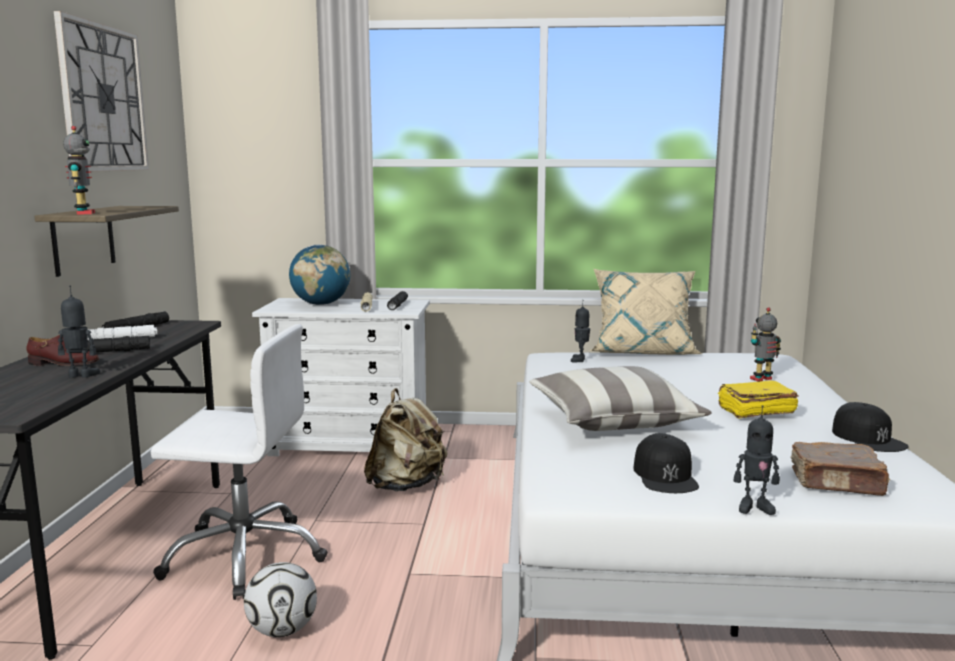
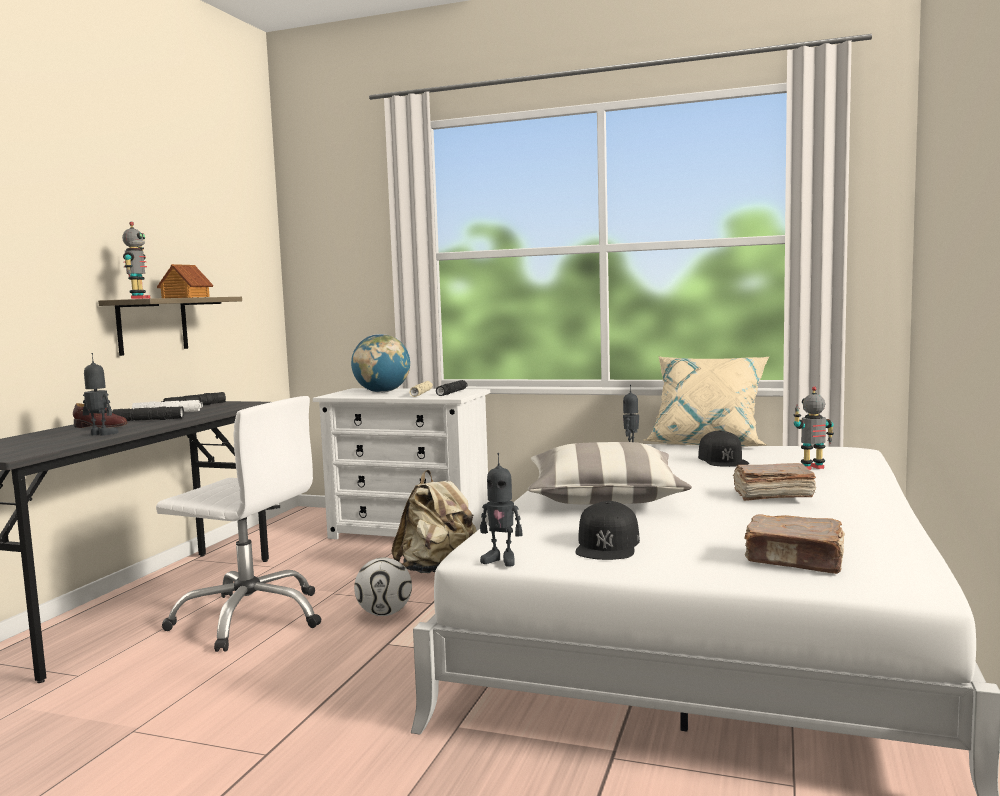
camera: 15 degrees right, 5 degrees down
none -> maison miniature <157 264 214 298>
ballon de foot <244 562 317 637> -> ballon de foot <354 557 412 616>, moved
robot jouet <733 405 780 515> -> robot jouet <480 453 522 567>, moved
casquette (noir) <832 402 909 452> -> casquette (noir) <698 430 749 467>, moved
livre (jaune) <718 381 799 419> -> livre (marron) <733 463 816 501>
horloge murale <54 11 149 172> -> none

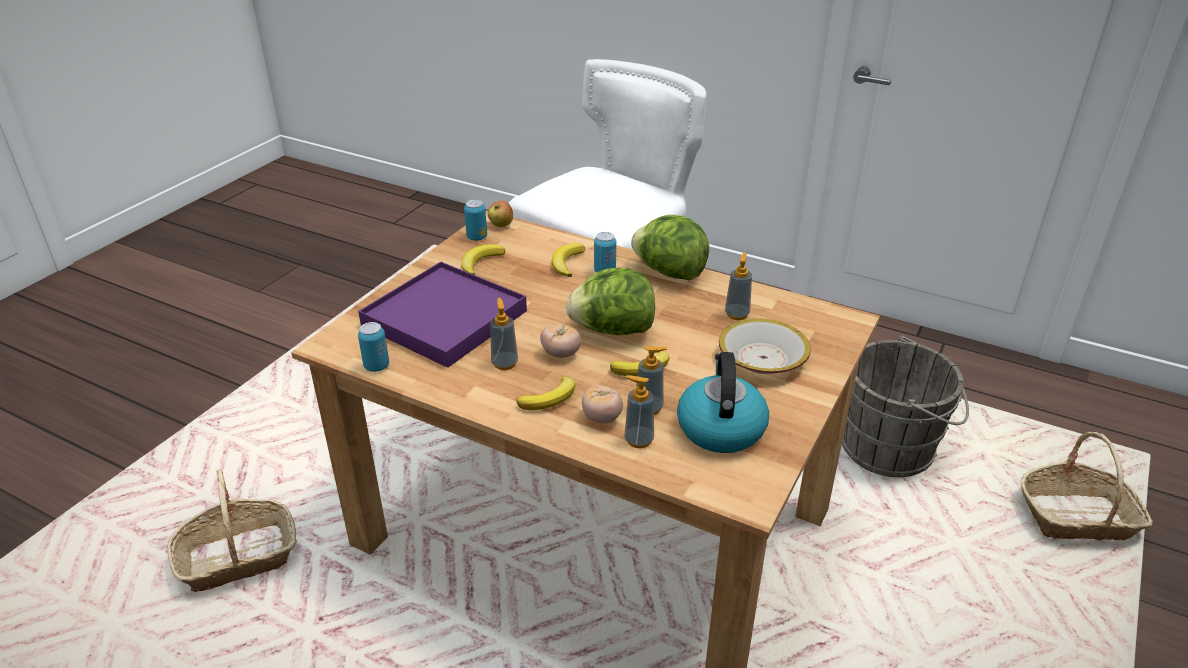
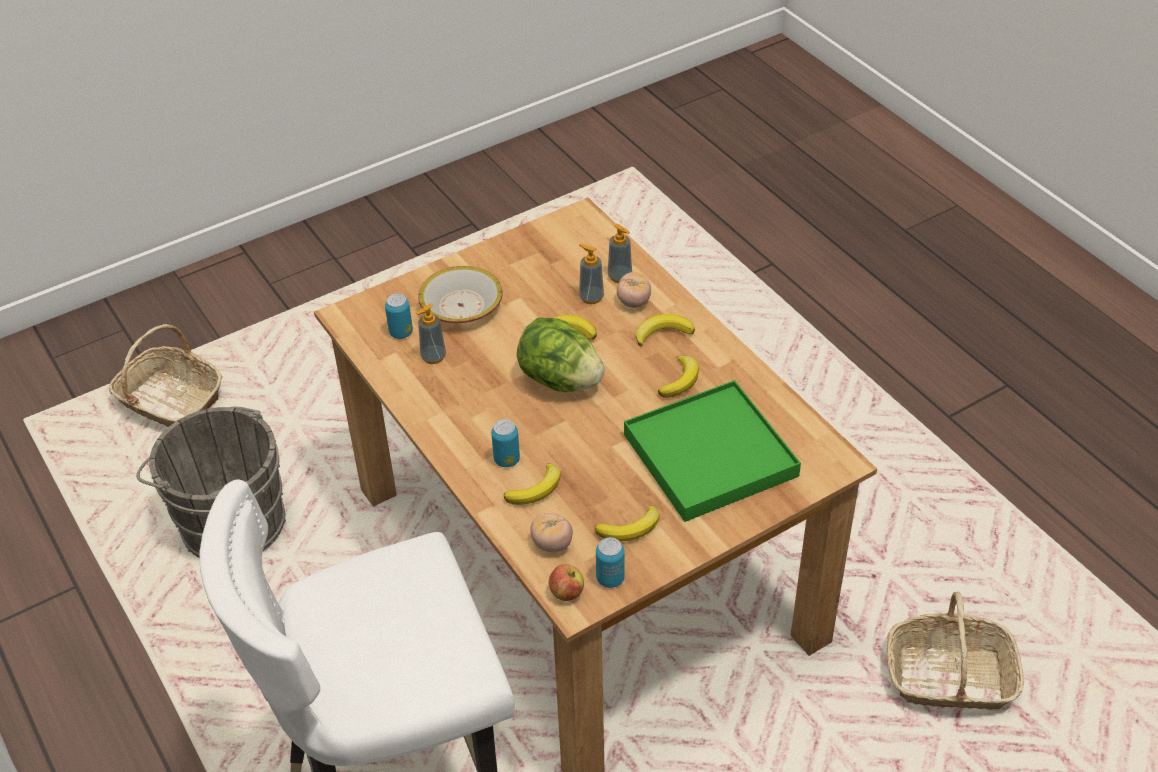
camera: 150 degrees left, 10 degrees up
boîte métallique <358 322 389 372> -> boîte métallique <385 294 413 339>, moved
tomate <540 324 581 358> -> tomate <530 513 573 552>, moved
plateau (violet) <358 262 527 368> -> plateau (vert) <624 380 801 522>
distributeur de savon <490 298 518 370> -> banane <658 355 699 398>
laitue <631 215 709 280> -> none
bouilloire <677 352 769 453> -> none

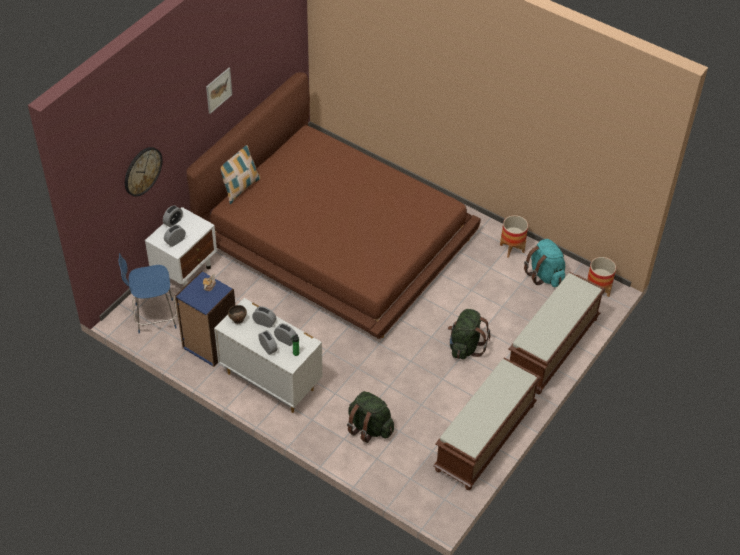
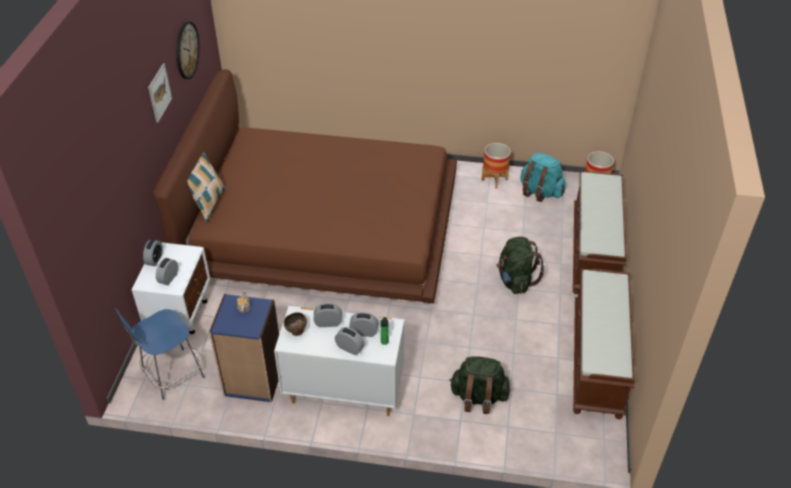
camera: 25 degrees left, 5 degrees down
horloge murale <125 147 163 196> -> horloge murale <176 22 200 79>, moved

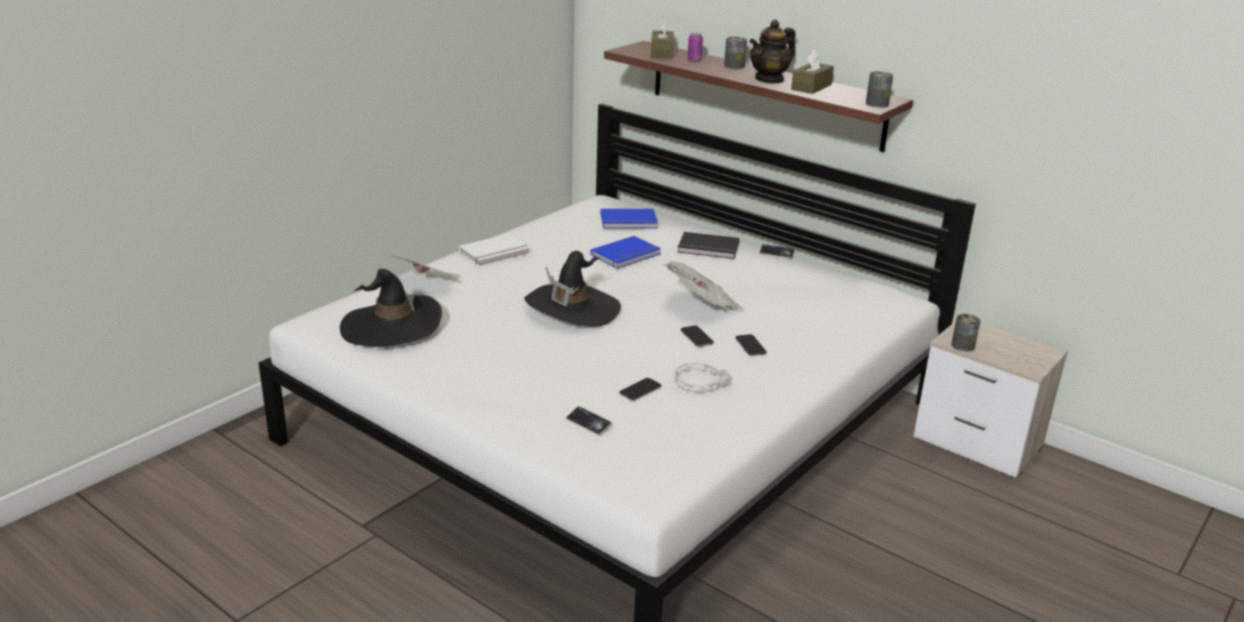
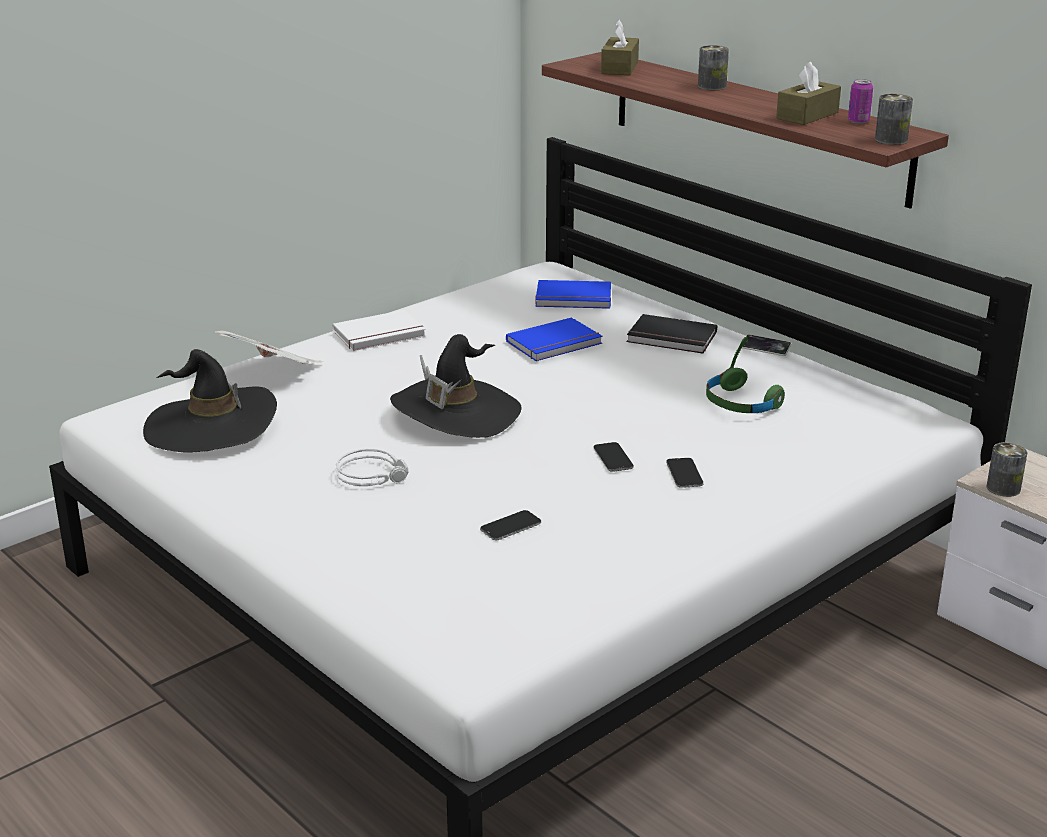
camera: 10 degrees right, 0 degrees up
casque audio (gris) <674 362 731 392> -> casque audio (gris) <336 449 408 486>, moved
none -> casque audio (vert) <706 337 785 413>
boîte métallique <687 33 703 62> -> boîte métallique <848 79 873 124>, moved
téléphone <566 406 612 436> -> none
journal <663 261 744 310> -> none
théière <749 19 796 84> -> none

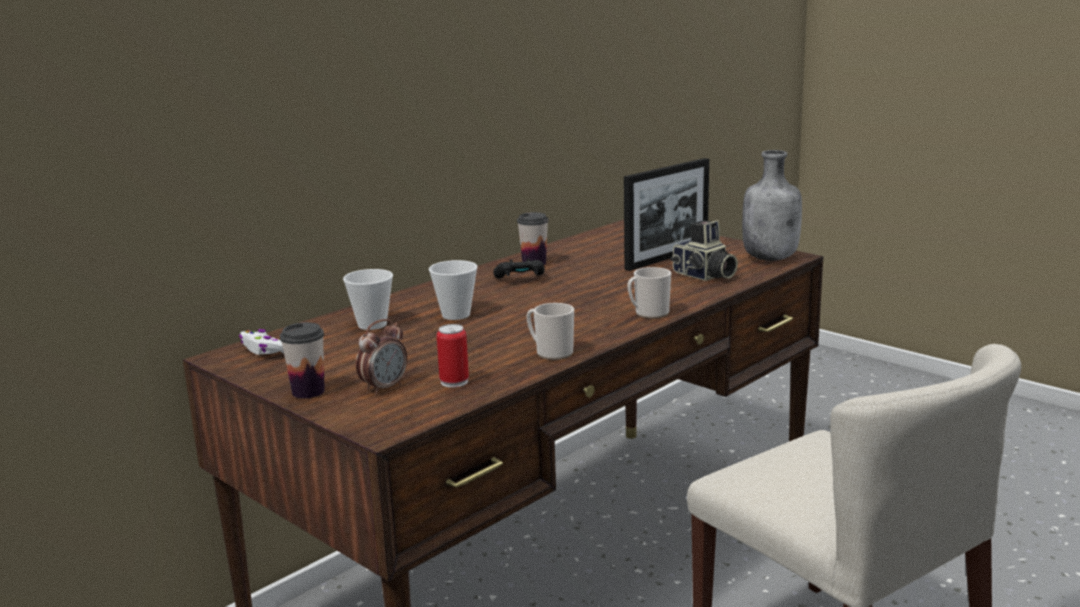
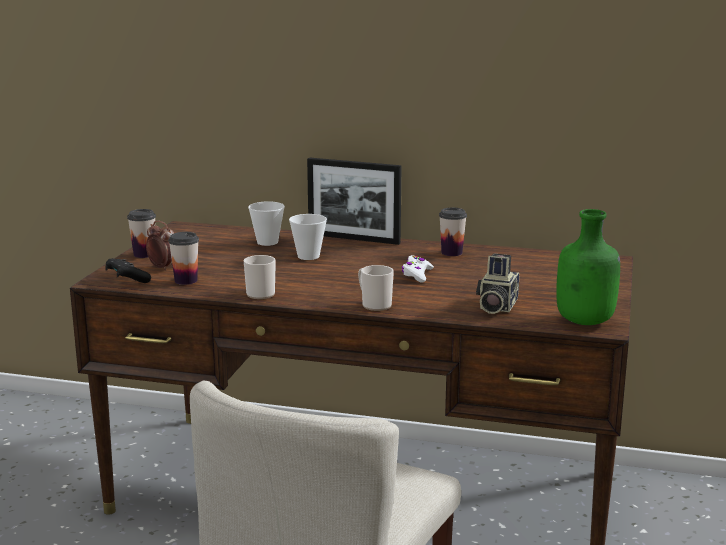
camera: 60 degrees right, 0 degrees up
manette (noir) <493 258 545 279> -> manette (noir) <105 258 151 283>, moved
réveil <356 319 407 395> -> réveil <146 221 174 271>, 150 degrees counterclockwise
boîte métallique <437 324 469 388> -> tasse <168 232 199 285>
cadre photo <624 158 709 271> -> cadre photo <307 158 402 245>, moved
manette (blanc) <239 329 284 355> -> manette (blanc) <401 255 434 283>, moved
bouteille (gris) <742 150 802 261> -> bouteille (vert) <556 209 620 325>

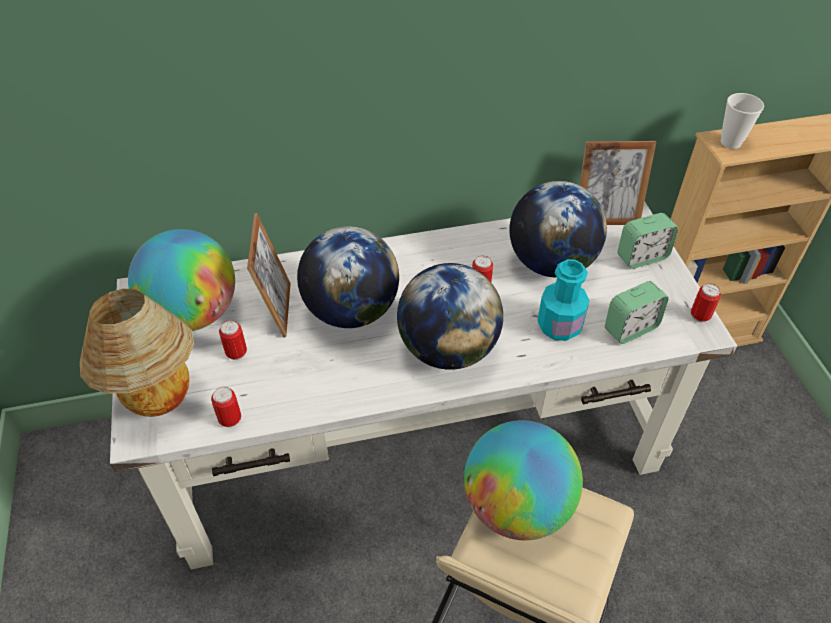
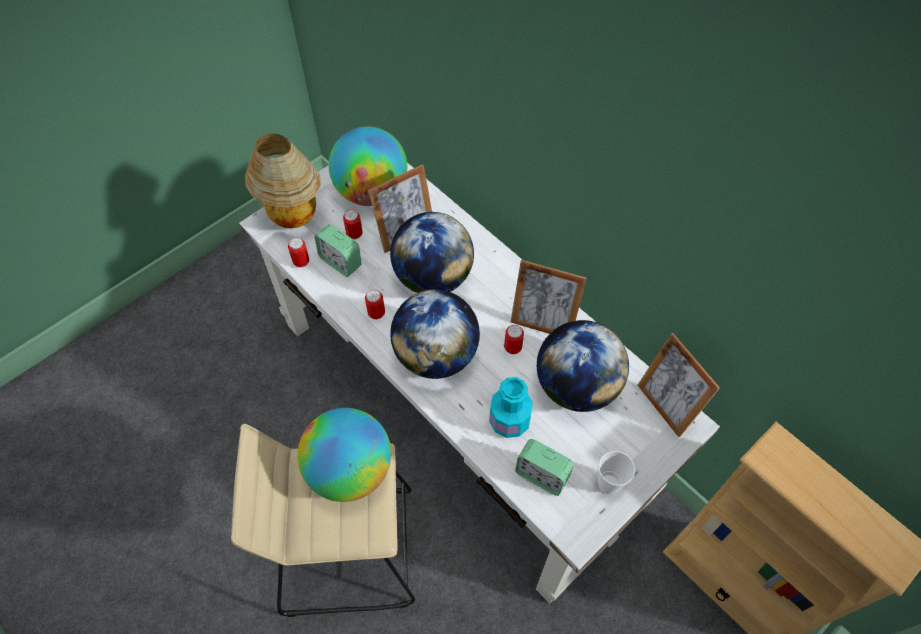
camera: 60 degrees right, 10 degrees up
réveil <617 213 678 269> -> réveil <314 224 361 277>, moved
boîte métallique <691 284 721 322> -> boîte métallique <365 290 385 319>, moved
none -> cadre photo <510 259 587 334>
tasse <721 93 764 149> -> tasse <598 451 635 494>, moved

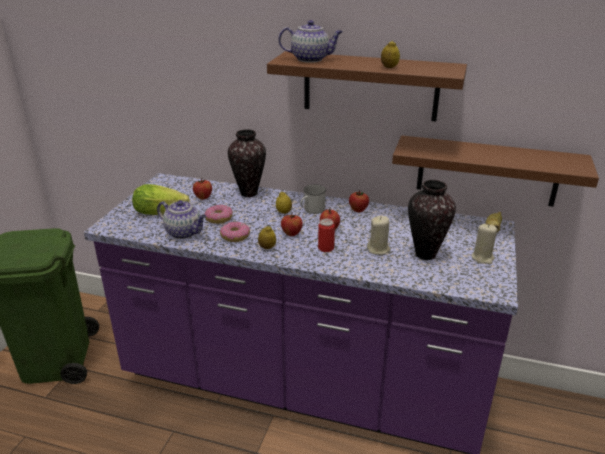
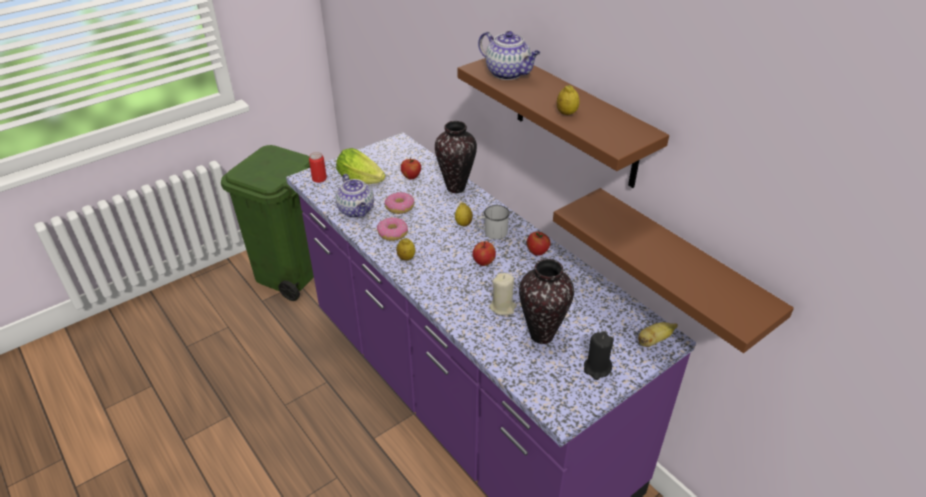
camera: 35 degrees right, 10 degrees up
boîte métallique <318 218 335 252> -> boîte métallique <309 152 327 183>, moved
bougie (beige) <471 224 497 264> -> bougie (noir) <584 332 614 380>
pomme <281 212 303 236> -> none

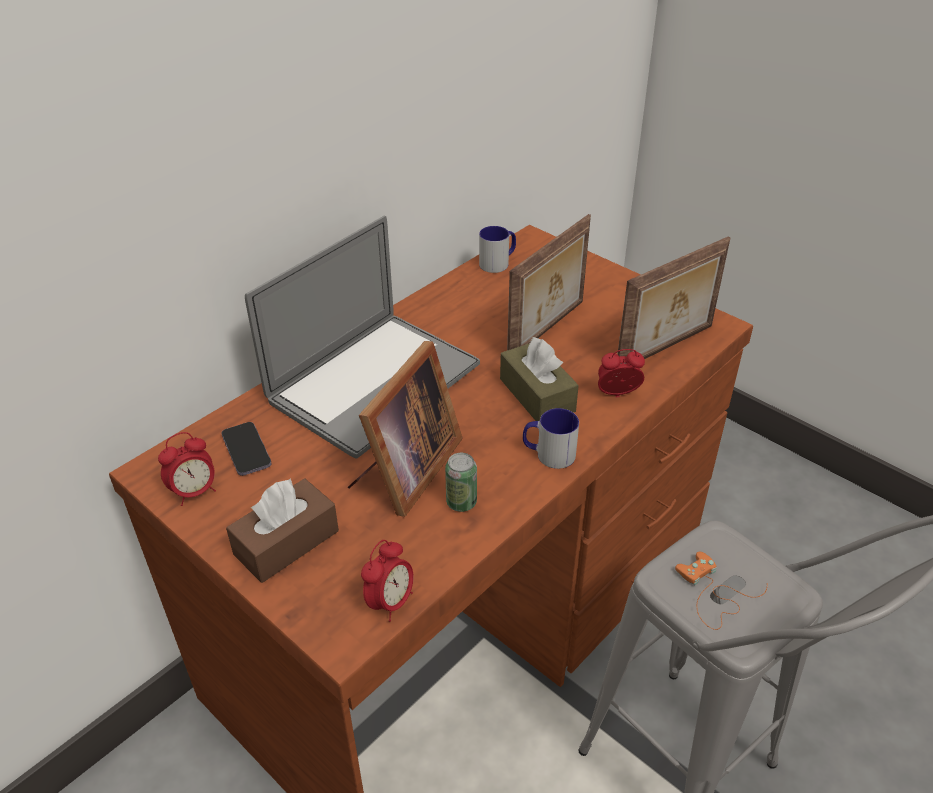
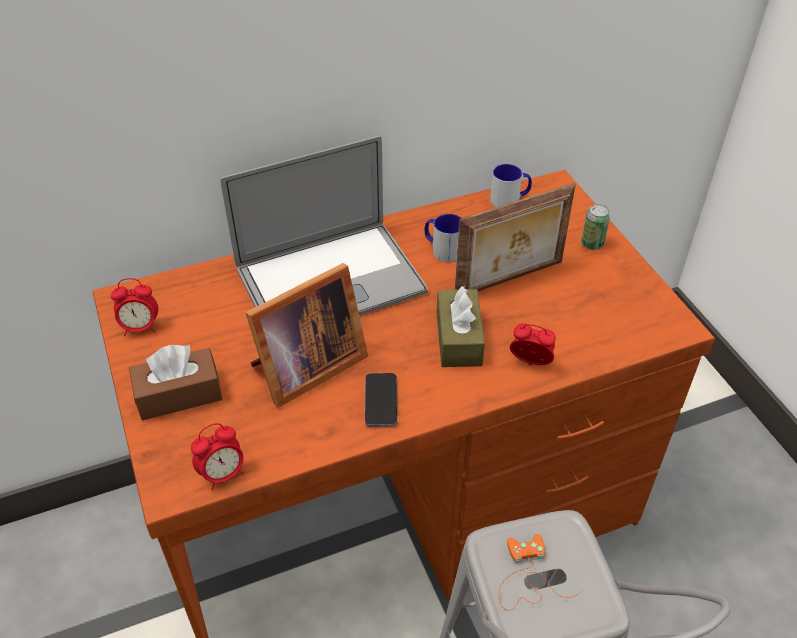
camera: 25 degrees right, 5 degrees up
téléphone <222 422 271 476> -> téléphone <365 373 398 427>, moved
mug <523 408 579 469> -> mug <424 214 461 262>, moved
boîte métallique <445 453 477 512> -> boîte métallique <581 204 610 250>, moved
cadre photo <617 236 731 359> -> none

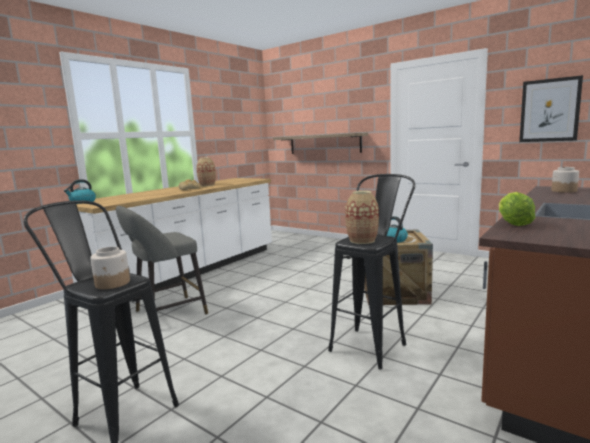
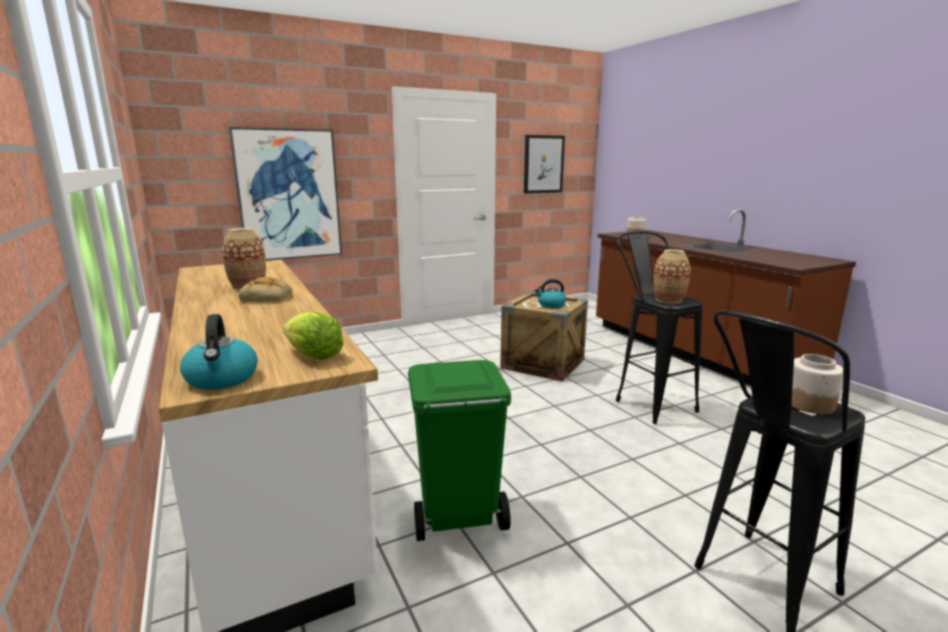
camera: 65 degrees left, 5 degrees up
étagère <273 133 368 154> -> tableau <229 127 342 261>
laitue <499 192 536 226> -> laitue <283 311 344 360>, moved
tabouret (gris) <116 206 208 314> -> poubelle (vert) <408 360 511 541>

